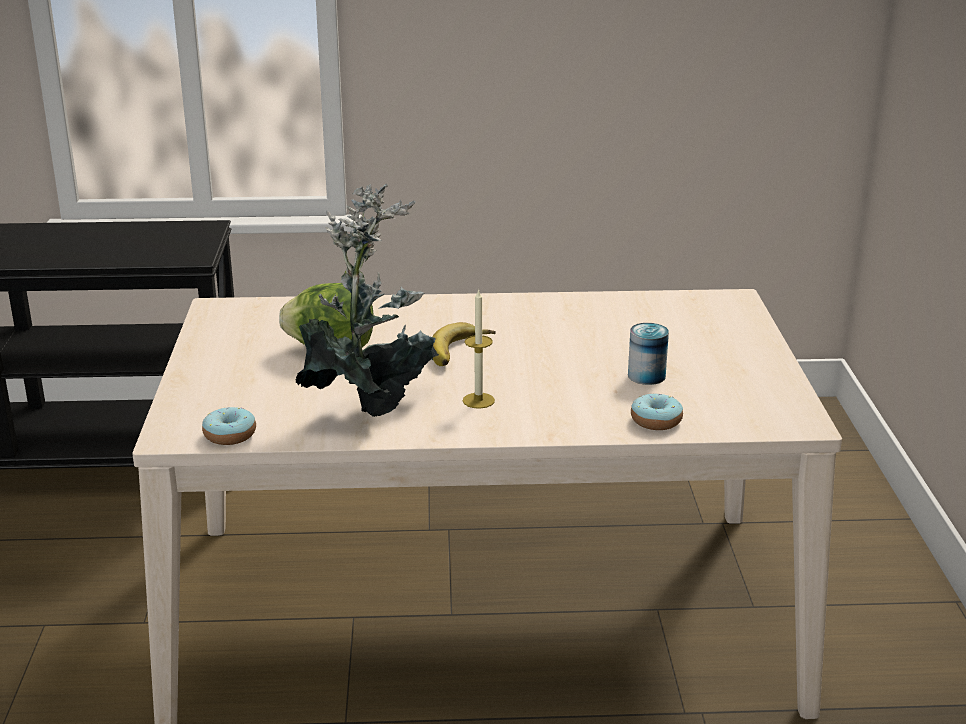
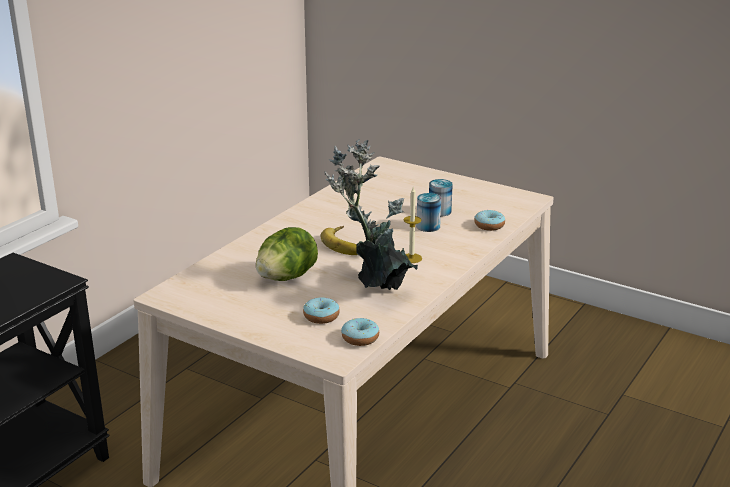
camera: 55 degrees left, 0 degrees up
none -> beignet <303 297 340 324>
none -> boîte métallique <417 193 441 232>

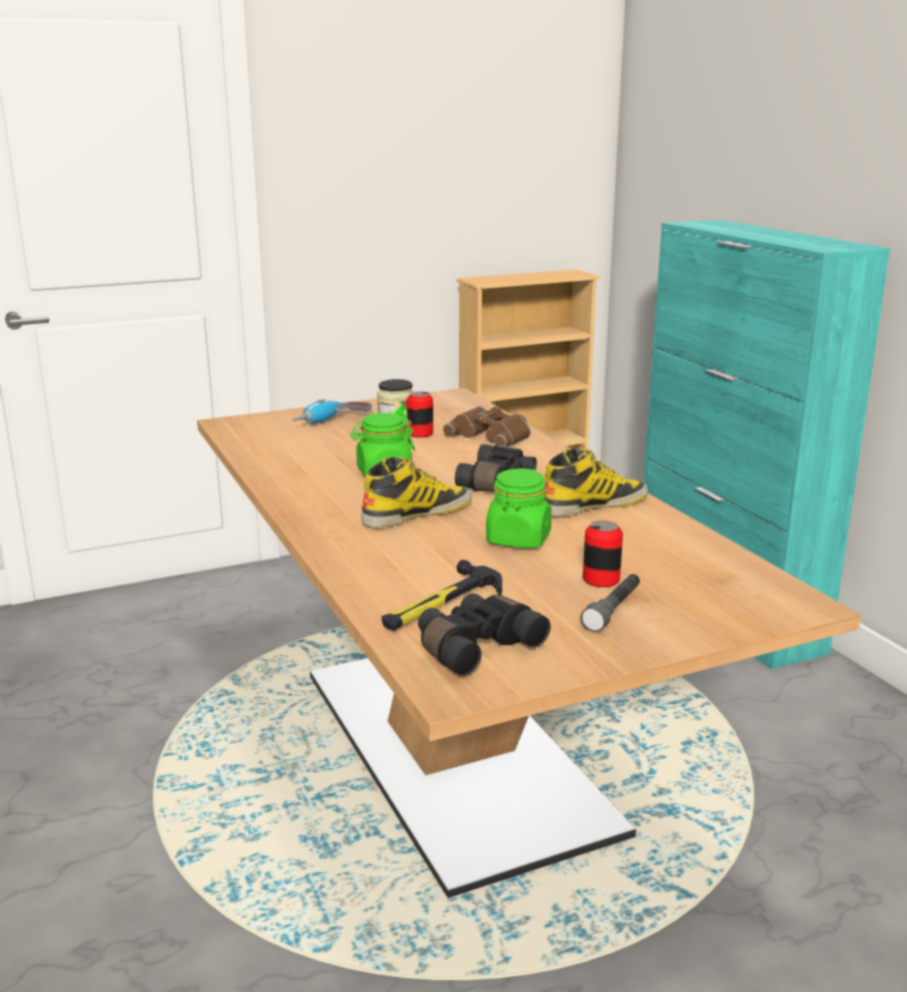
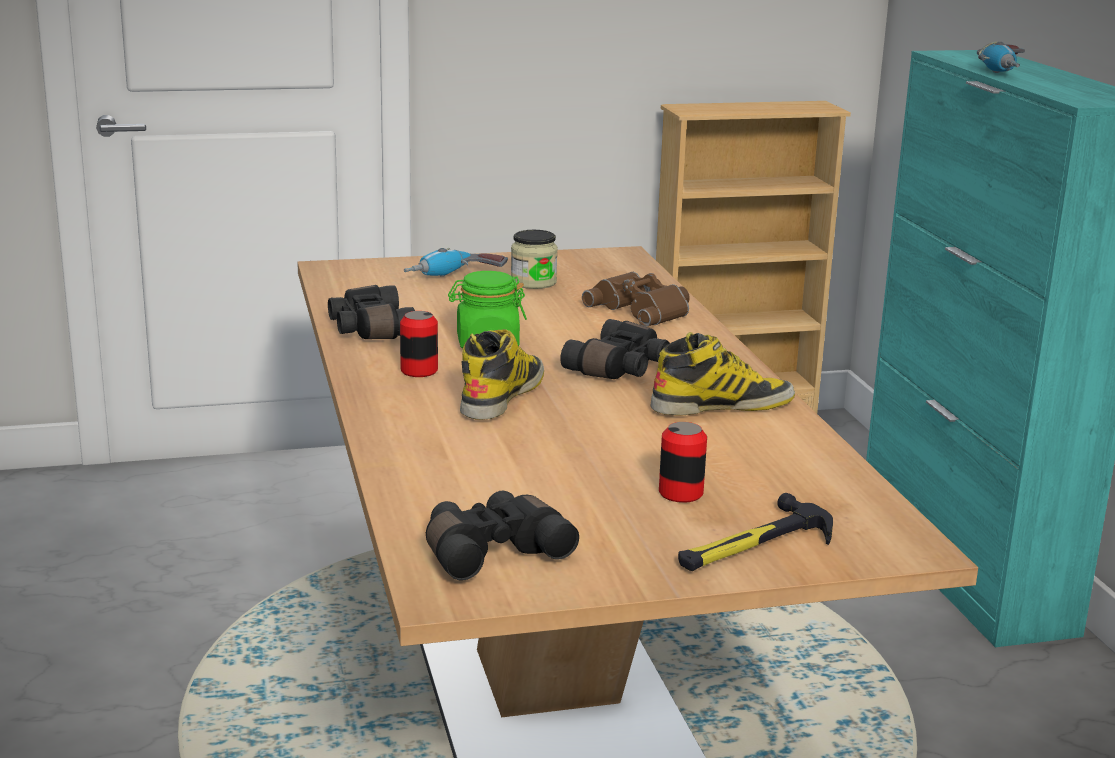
camera: 10 degrees right, 0 degrees up
none -> jumelles (noir) <328 285 415 339>
boîte métallique <407 391 433 438> -> boîte métallique <400 311 438 377>, moved
botte <361 457 472 528> -> botte <460 329 544 420>, 45 degrees counterclockwise
marteau <382 560 502 631> -> marteau <678 493 833 571>, moved
none -> perceuse <977 42 1025 73>
bocal (vert) <486 468 552 549> -> none
lampe de poche (gris) <581 574 640 632> -> none

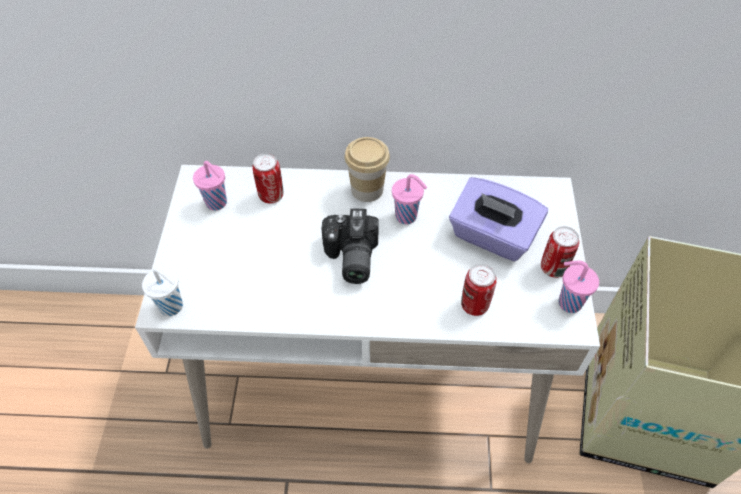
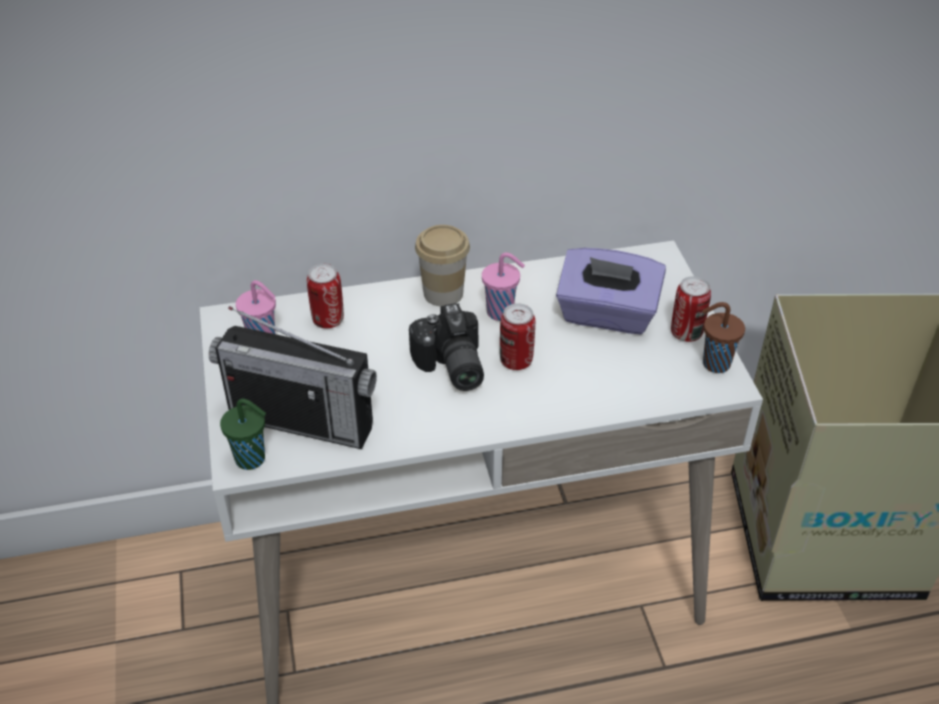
camera: 15 degrees left, 10 degrees down
none -> radio <209 306 377 449>
tasse (blanc) <142 268 183 316> -> tasse (vert) <220 399 266 470>
boîte métallique <461 264 497 316> -> boîte métallique <500 303 535 370>, moved
tasse (rose) <558 260 599 313> -> tasse (marron) <702 302 745 373>

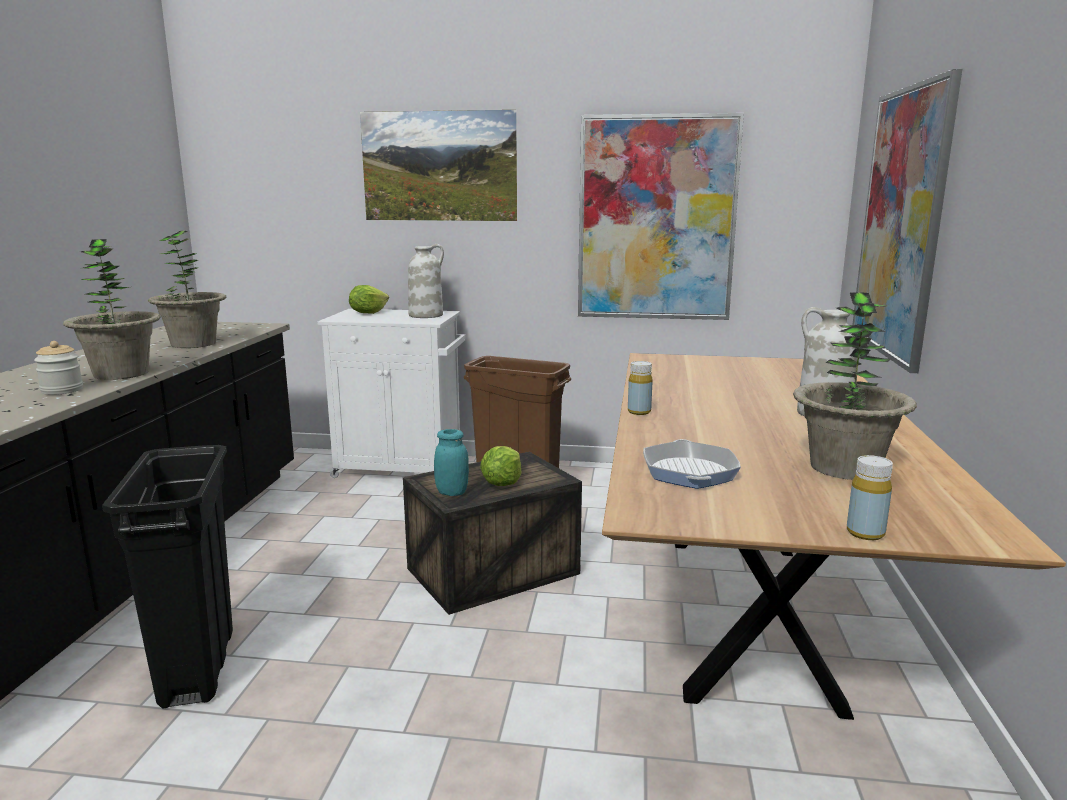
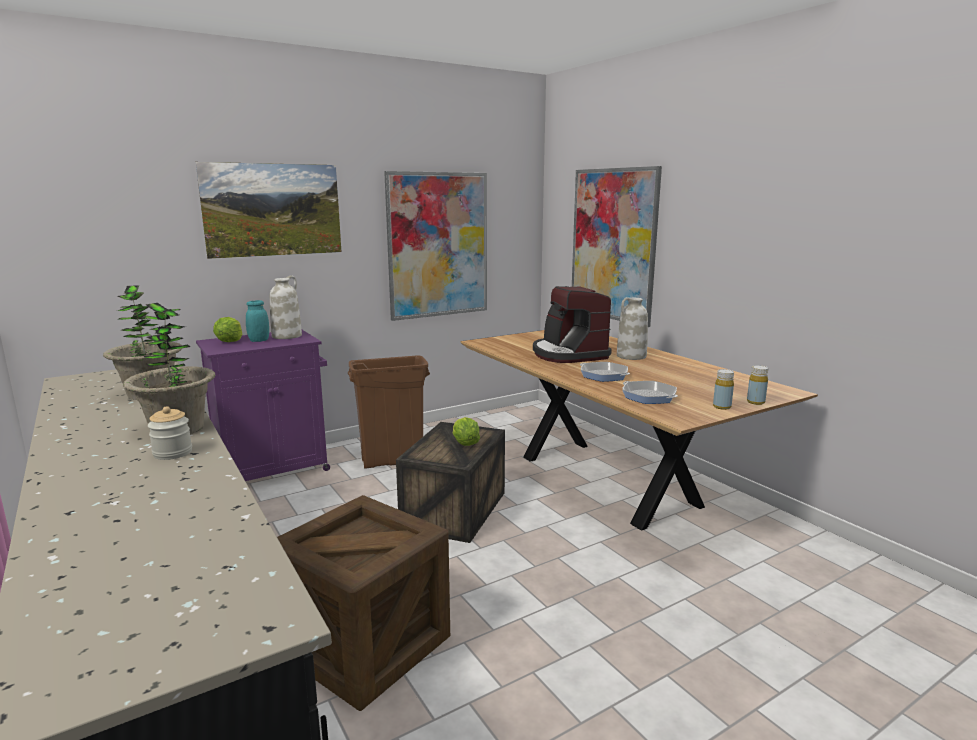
camera: 40 degrees left, 0 degrees up
meuble de rangement (blanc) <317 309 465 478> -> meuble de rangement (violet) <196 330 330 481>
bocal (turquoise) <434 429 469 496> -> bocal (turquoise) <246 300 269 342>, moved
poubelle (noir) <102 445 233 708> -> caisse <277 495 450 711>
none -> machine à café <533 286 612 363>
none -> poêle <580 362 630 382>
bouteille (jaune) <628 361 653 415> -> bouteille (jaune) <713 369 734 410>, moved
plante en pot <793 292 917 480> -> none

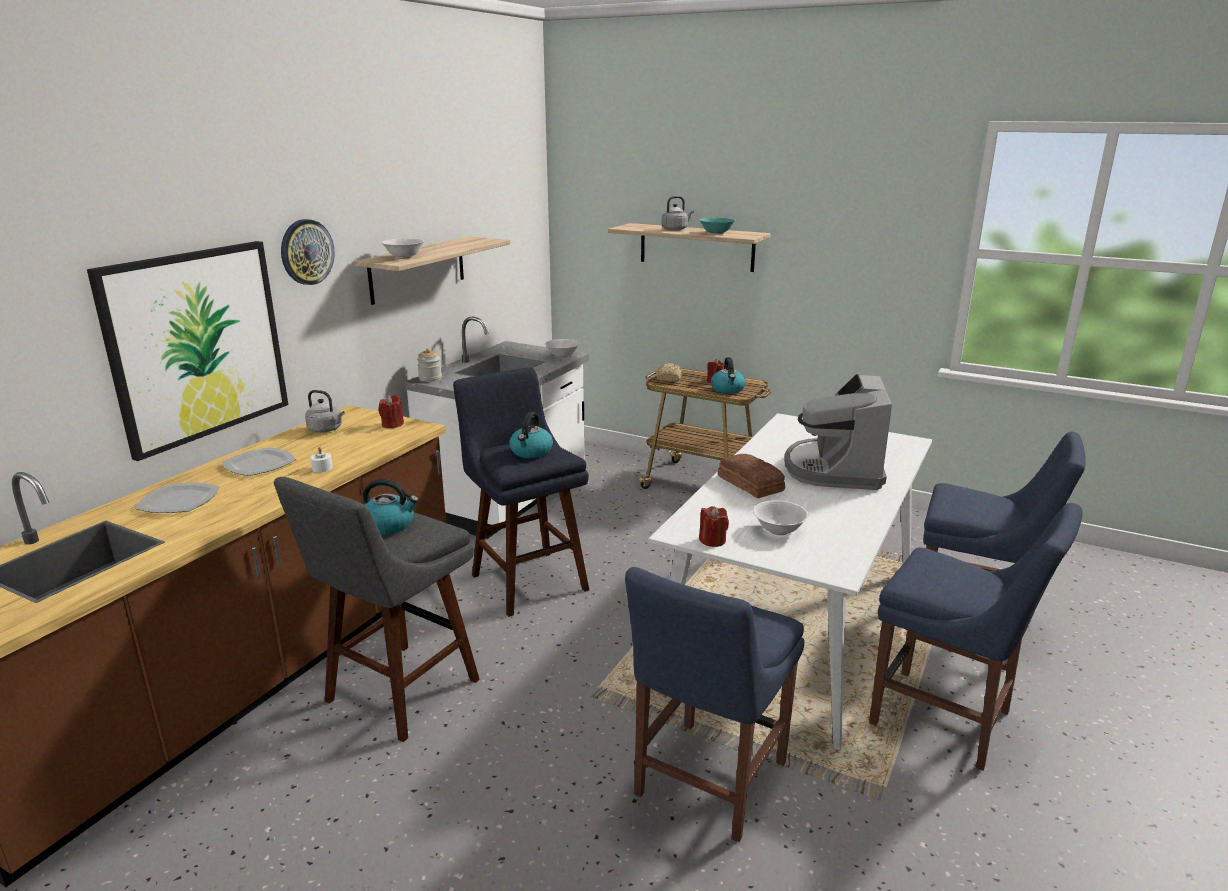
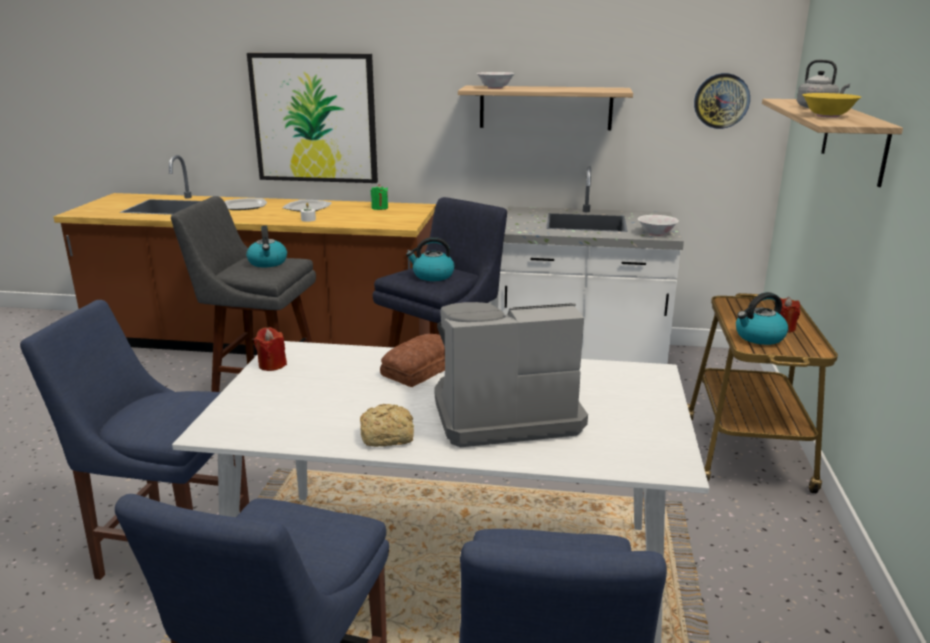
camera: 70 degrees right, 0 degrees up
pain <657 363 682 382> -> pain <360 404 414 447>, moved
bouilloire (gris) <305 390 345 433> -> bougie (vert) <371 184 388 210>
horloge murale <281 219 335 285> -> horloge murale <694 73 750 129>, moved
bol (turquoise) <699 218 735 235> -> bol (jaune) <802 93 861 118>
bougie (rouge) <378 395 404 428> -> none
bocal <417 348 442 382> -> none
bol (blanc) <753 500 809 535> -> none

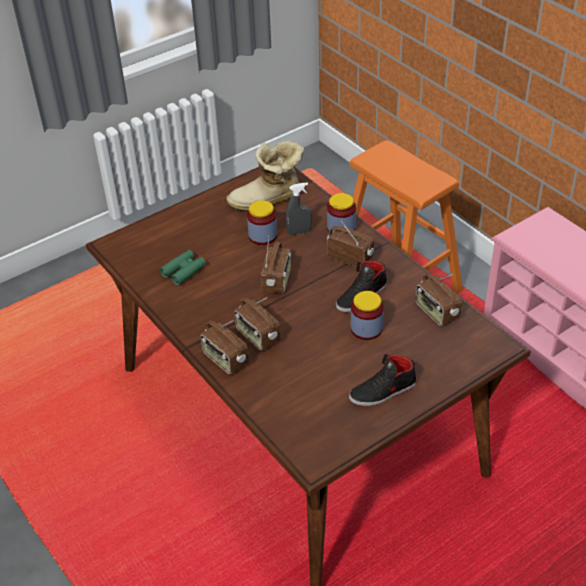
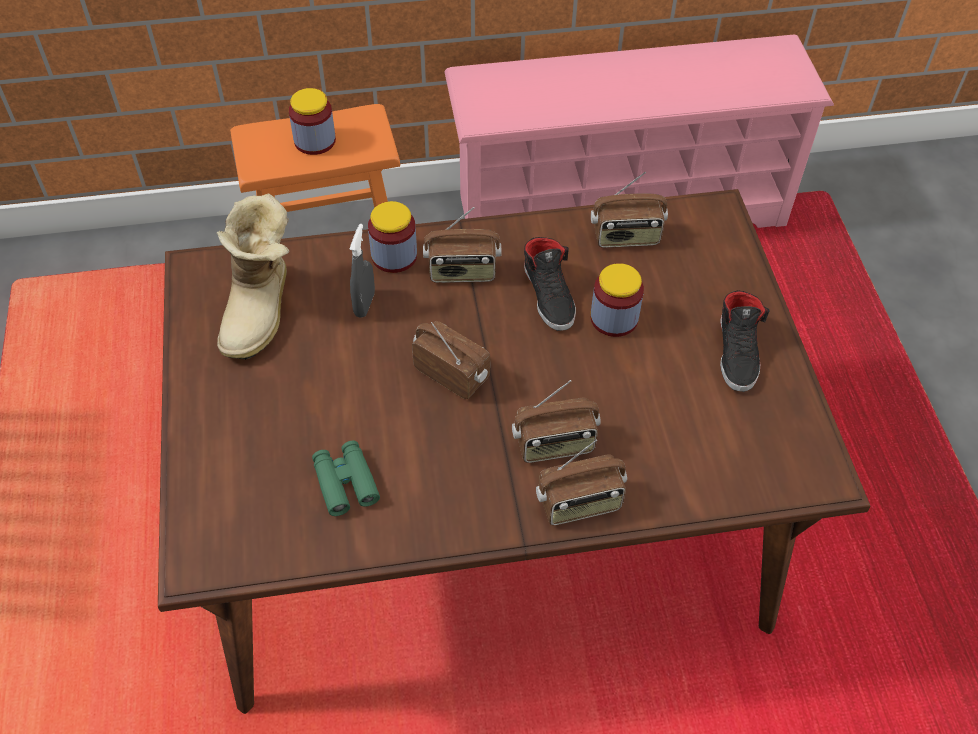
camera: 65 degrees left, 10 degrees up
bocal <247 200 277 245> -> bocal <289 88 336 155>, moved
radio <327 221 374 267> -> radio <423 207 501 283>, 150 degrees counterclockwise

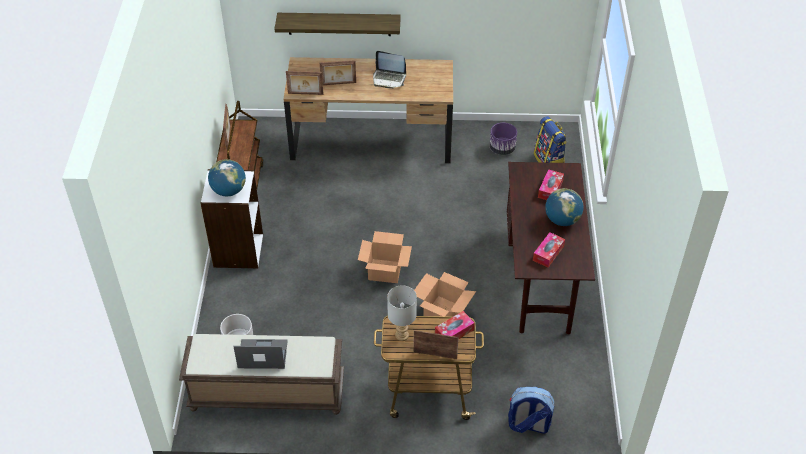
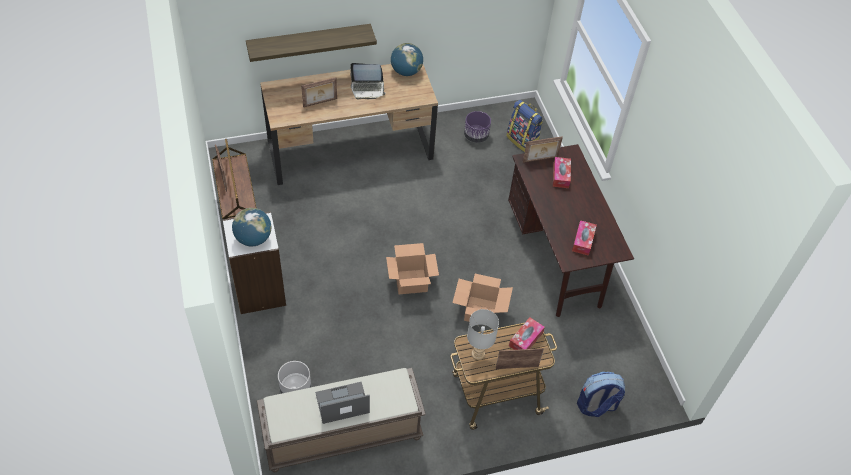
camera: 20 degrees left, 5 degrees up
globe <545 188 584 226> -> globe <391 43 423 76>, moved
cadre photo <286 71 324 95> -> cadre photo <523 136 563 163>, moved

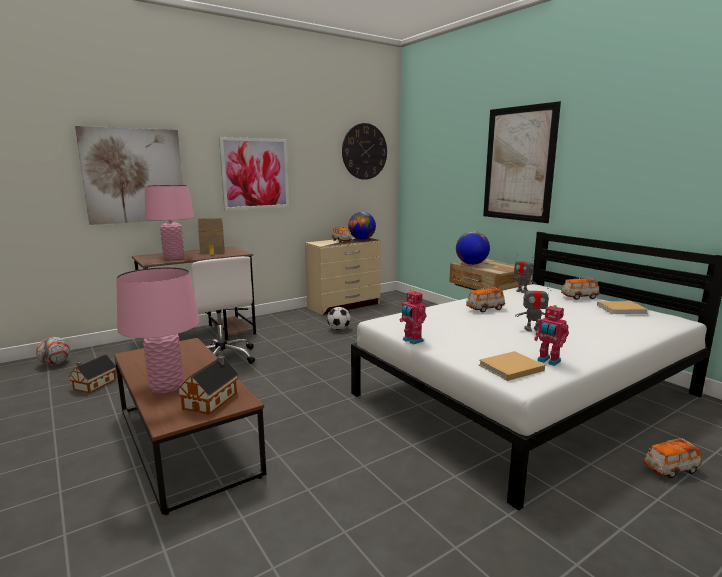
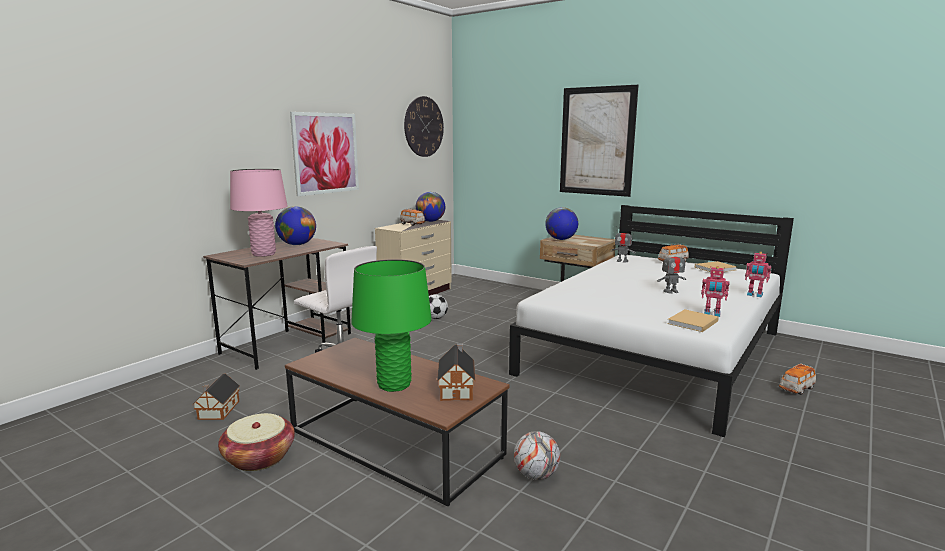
camera: 20 degrees left, 0 degrees up
none -> panier <218 413 295 471>
maison miniature <198 218 225 255> -> globe <275 206 316 245>
lampe de table (rose) <116 267 200 393> -> lampe de table (vert) <351 259 432 392>
ballon de foot <36 337 70 365> -> ballon de foot <514 431 560 480>, moved
robot jouet <400 290 427 345> -> robot jouet <745 252 771 297>, moved
tableau <75 126 183 225> -> none
petite voiture <466 286 505 312> -> none

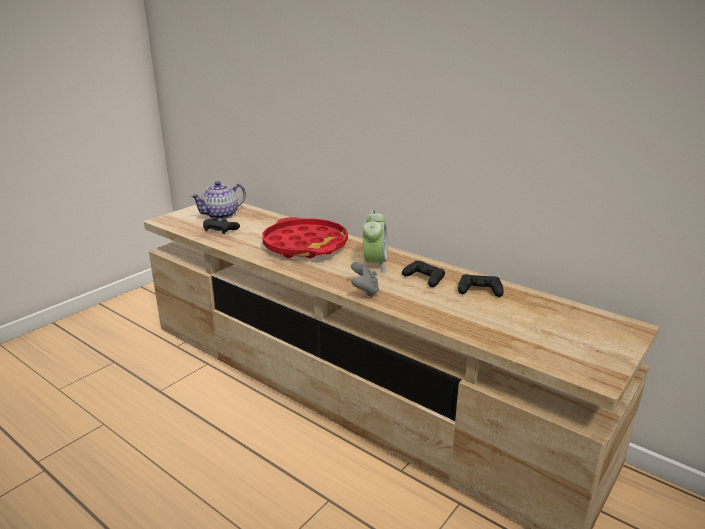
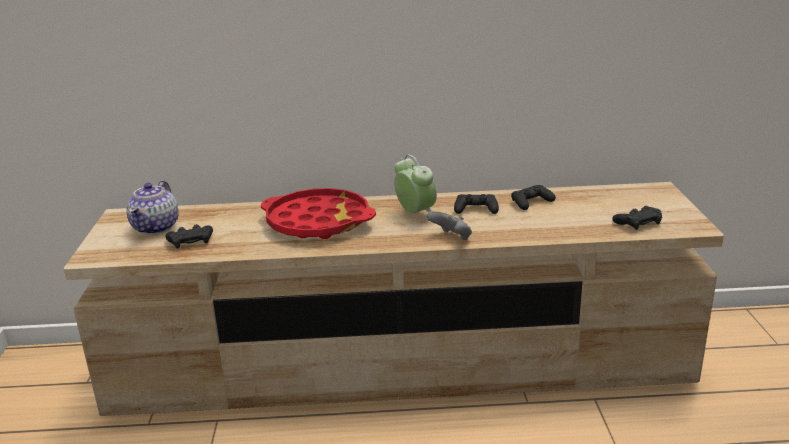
camera: 40 degrees left, 0 degrees up
none -> manette (noir) <612 206 662 230>

